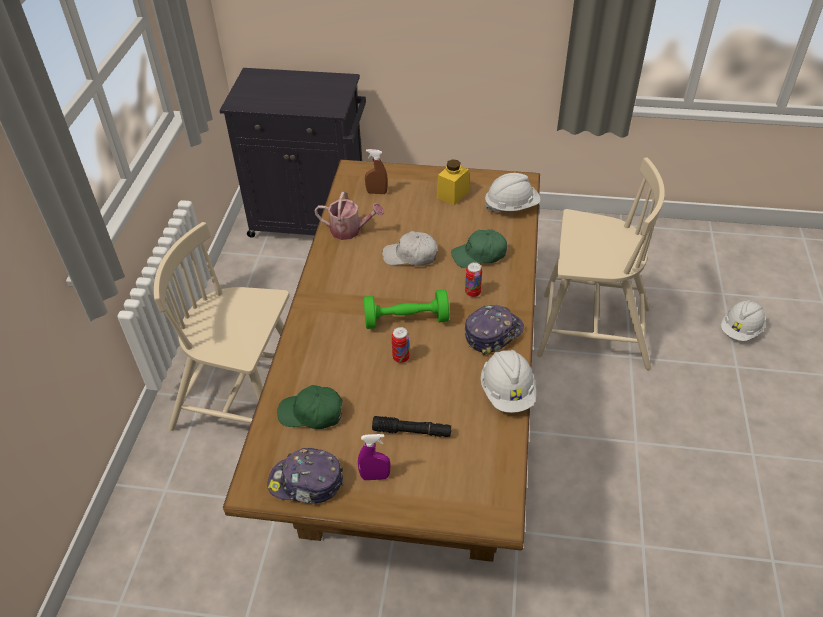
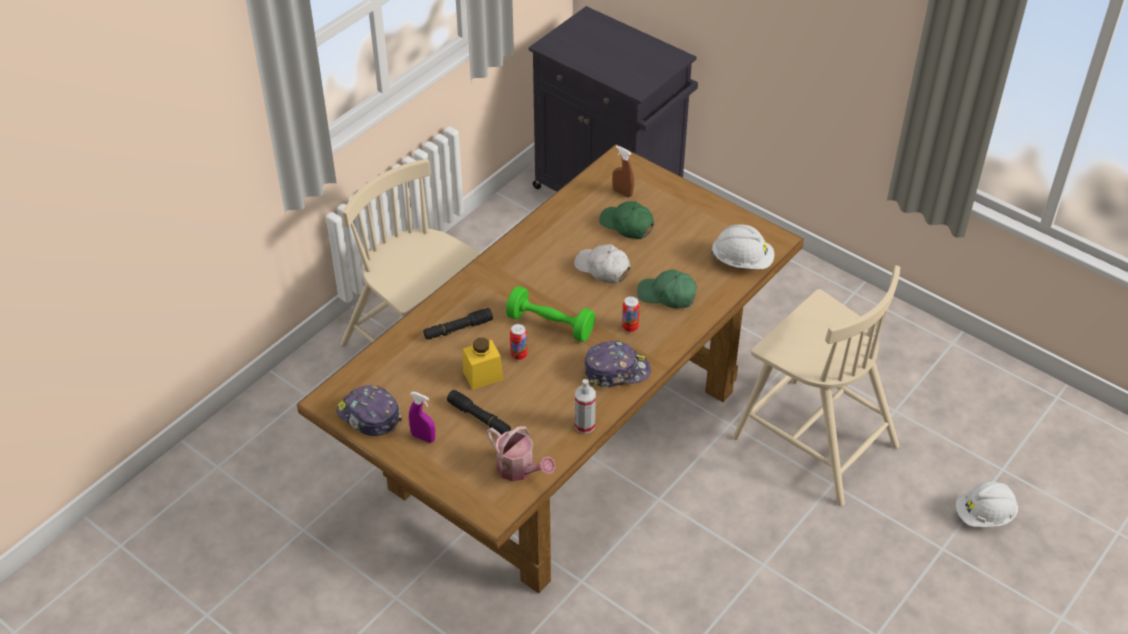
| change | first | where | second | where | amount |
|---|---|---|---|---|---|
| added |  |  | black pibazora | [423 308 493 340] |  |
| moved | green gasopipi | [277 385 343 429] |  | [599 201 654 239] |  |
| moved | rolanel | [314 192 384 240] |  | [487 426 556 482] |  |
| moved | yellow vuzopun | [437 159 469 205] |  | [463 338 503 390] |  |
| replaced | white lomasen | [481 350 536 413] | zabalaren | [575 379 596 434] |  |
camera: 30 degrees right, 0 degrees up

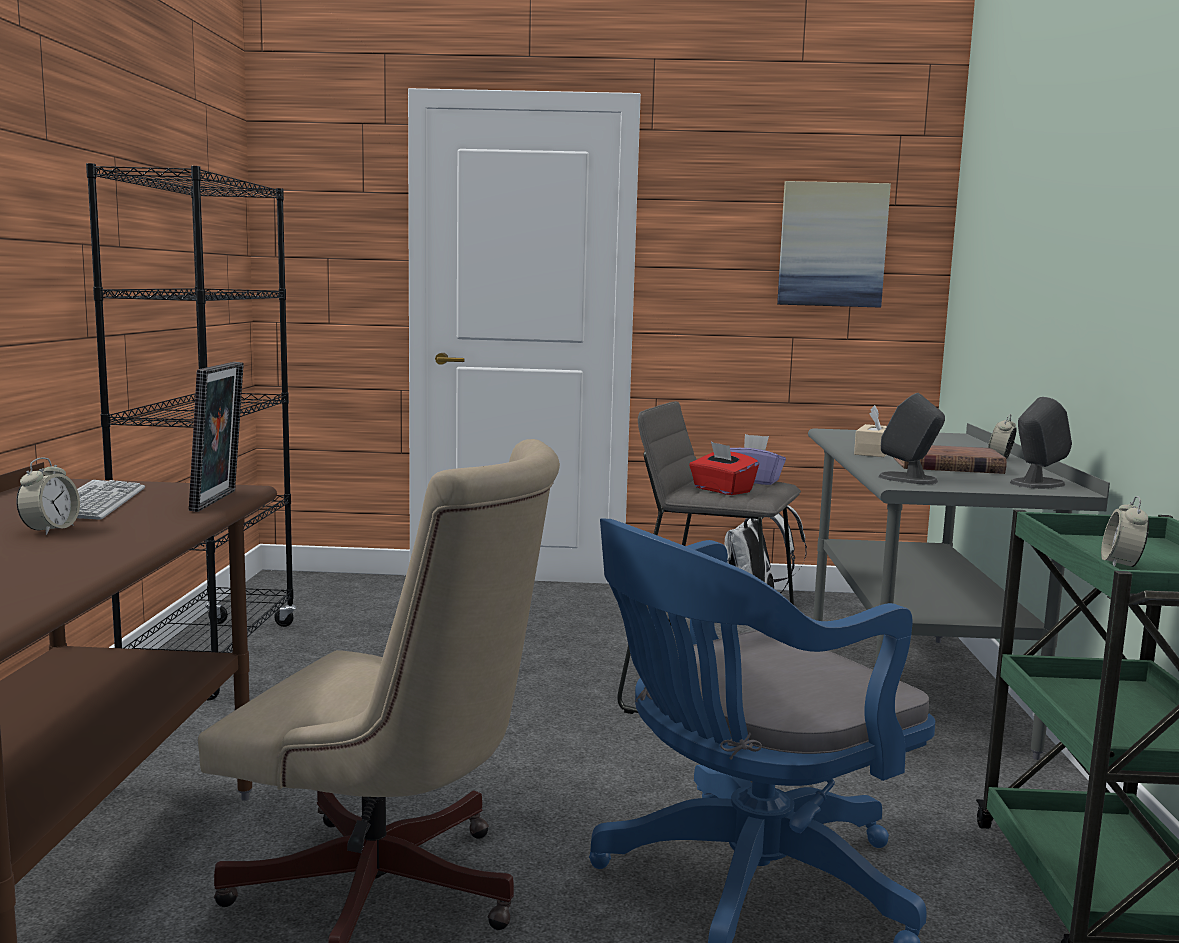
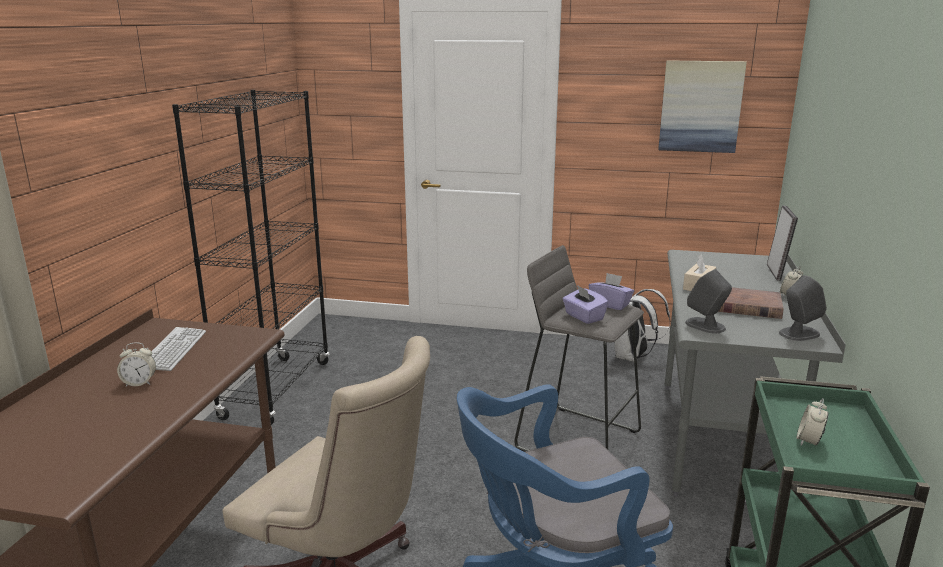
| change | first | where | second | where | amount |
|---|---|---|---|---|---|
| moved | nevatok | [189 362 244 512] |  | [767 205 798 281] |  |
| recoloured | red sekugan | [689 442 759 495] | purple sekugan | [563 285 609 324] |  |
| turned | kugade | [16 457 80 535] |  | [117 342 156 387] | 60 degrees clockwise |
camera: 10 degrees right, 10 degrees up

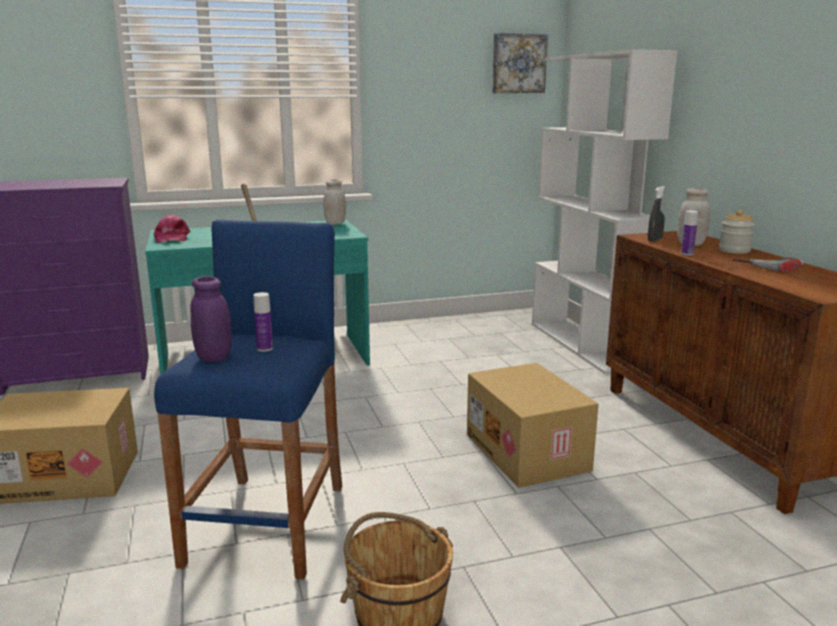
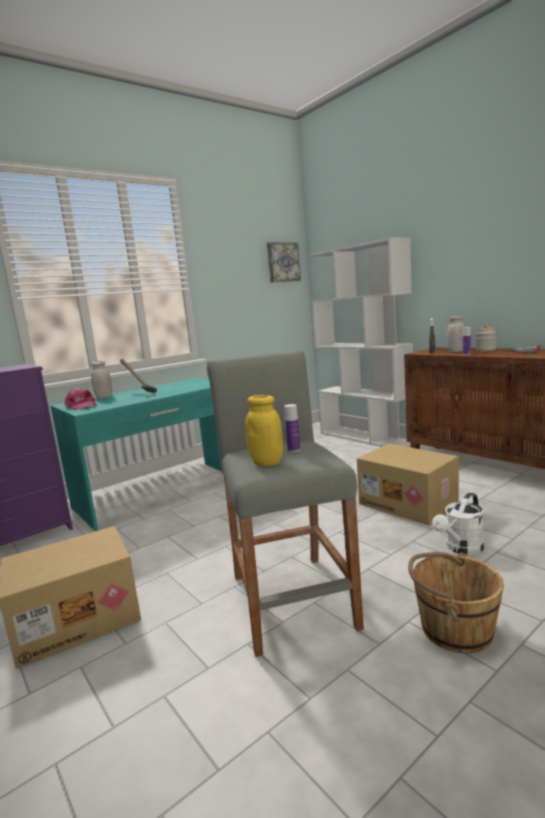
| change | first | where | second | where | amount |
|---|---|---|---|---|---|
| added |  |  | white rolanel | [432 492 484 555] |  |
| moved | white vuzopun | [324 180 346 225] |  | [91 361 112 399] |  |
| recoloured | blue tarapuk | [154 220 342 580] | grey tarapuk | [207 350 364 657] |  |
| recoloured | purple vuzopun | [191 276 232 362] | yellow vuzopun | [245 395 283 466] |  |
camera: 20 degrees left, 5 degrees down

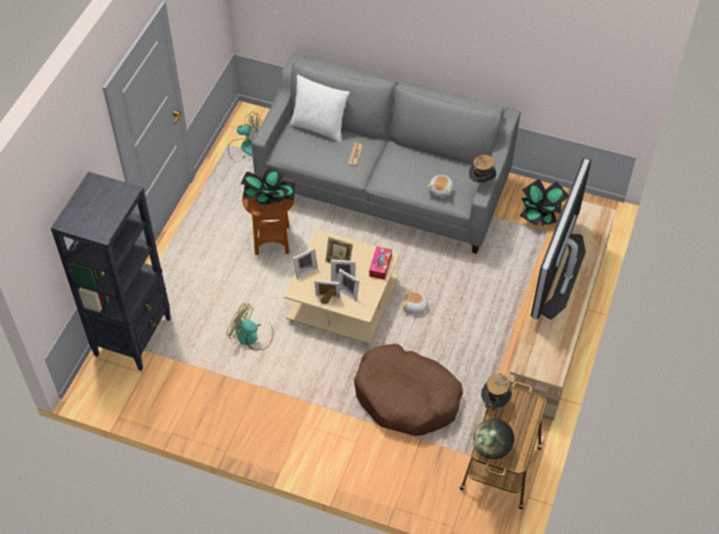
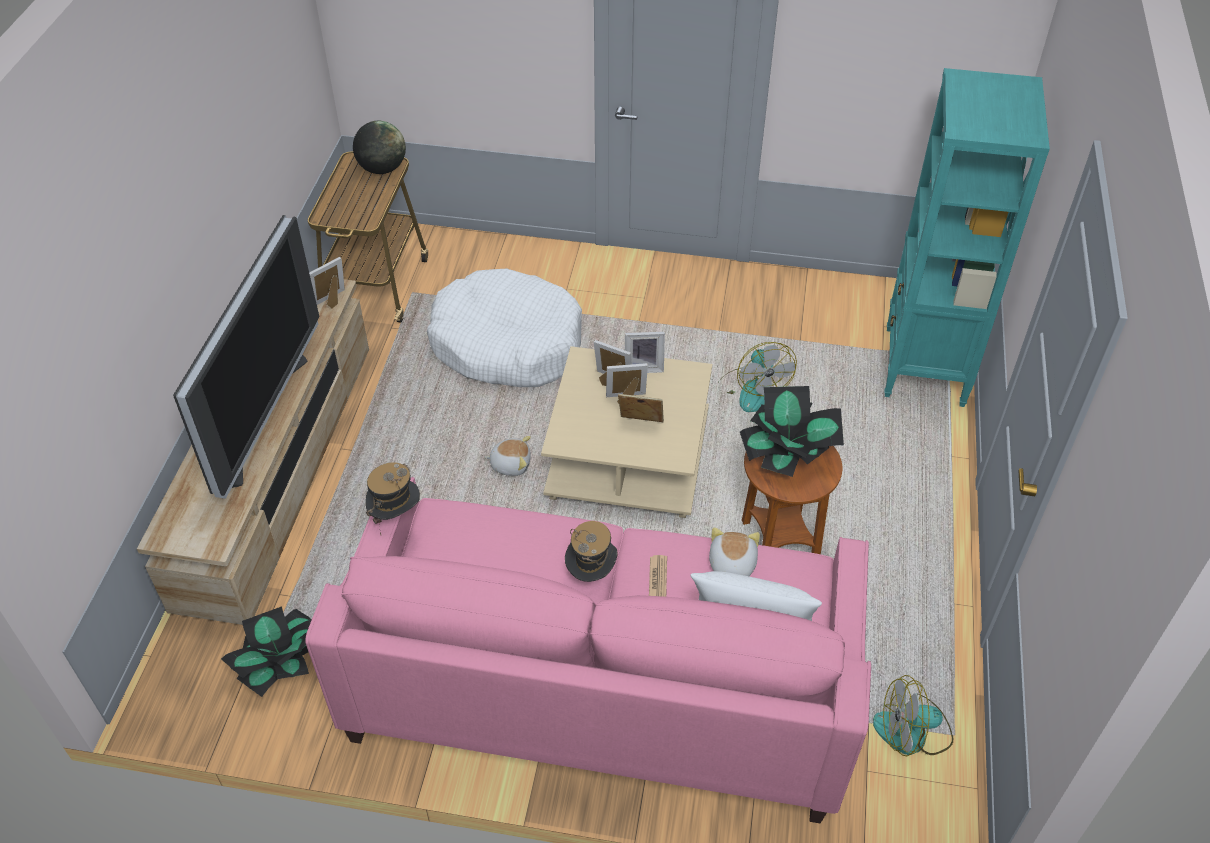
| change | first | where | second | where | amount |
|---|---|---|---|---|---|
| removed | sekugan | [369 247 392 280] |  |  |  |
| moved | nevatok | [293 248 318 279] |  | [309 257 345 308] |  |
| moved | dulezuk | [427 175 453 198] |  | [709 527 760 576] |  |
| moved | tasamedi | [481 373 512 416] |  | [565 521 618 582] |  |
| recoloured | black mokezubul | [51 172 171 371] | turquoise mokezubul | [885 68 1050 407] |  |
| recoloured | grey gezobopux | [252 53 521 254] | pink gezobopux | [305 477 871 823] |  |
| recoloured | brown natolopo | [354 344 463 436] | white natolopo | [427 268 582 387] |  |
| turned | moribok | [226 303 273 350] |  | [717 342 797 412] | 60 degrees clockwise |
camera: 170 degrees right, 5 degrees down

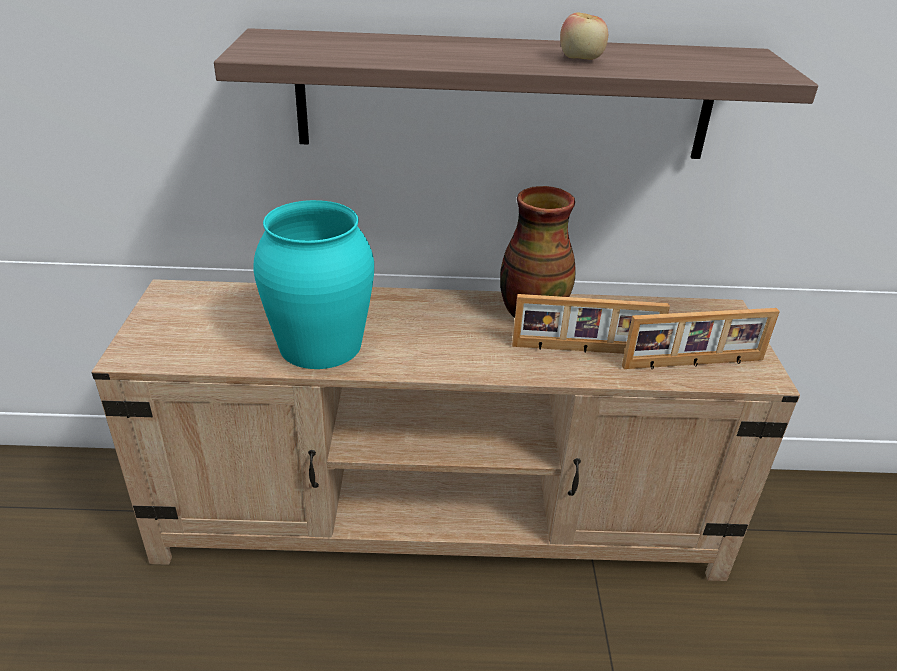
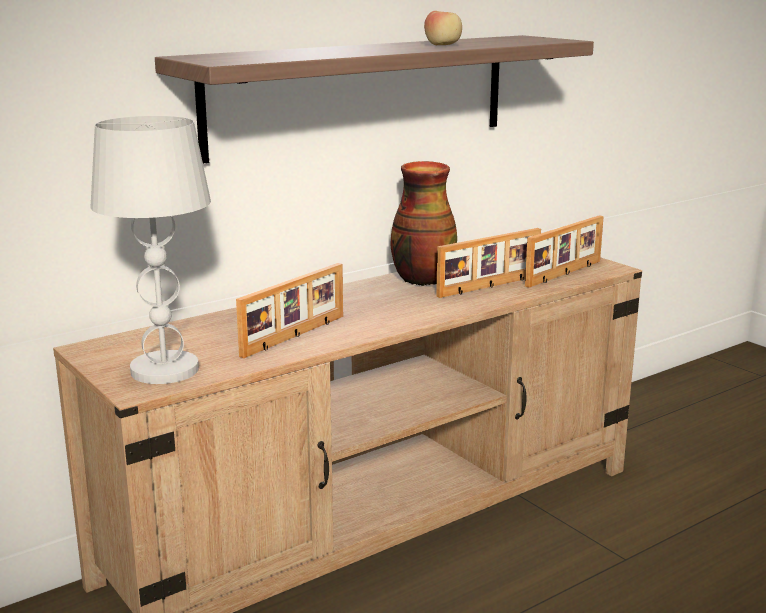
| change | first | where | second | where | amount |
|---|---|---|---|---|---|
| added |  |  | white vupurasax | [90 116 211 384] |  |
| replaced | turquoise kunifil | [253 200 374 369] | nevatok | [236 263 343 358] |  |
camera: 35 degrees left, 15 degrees down

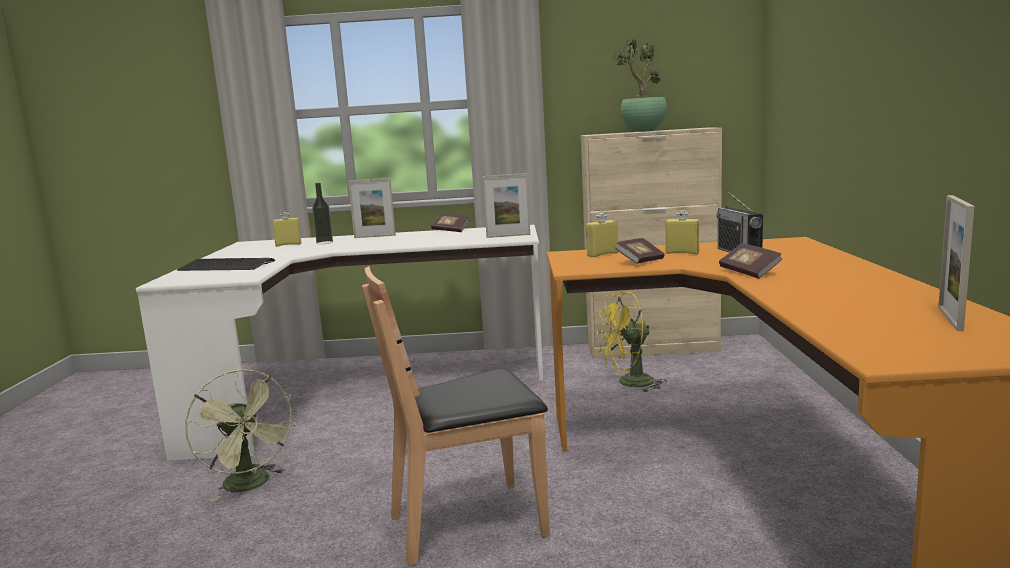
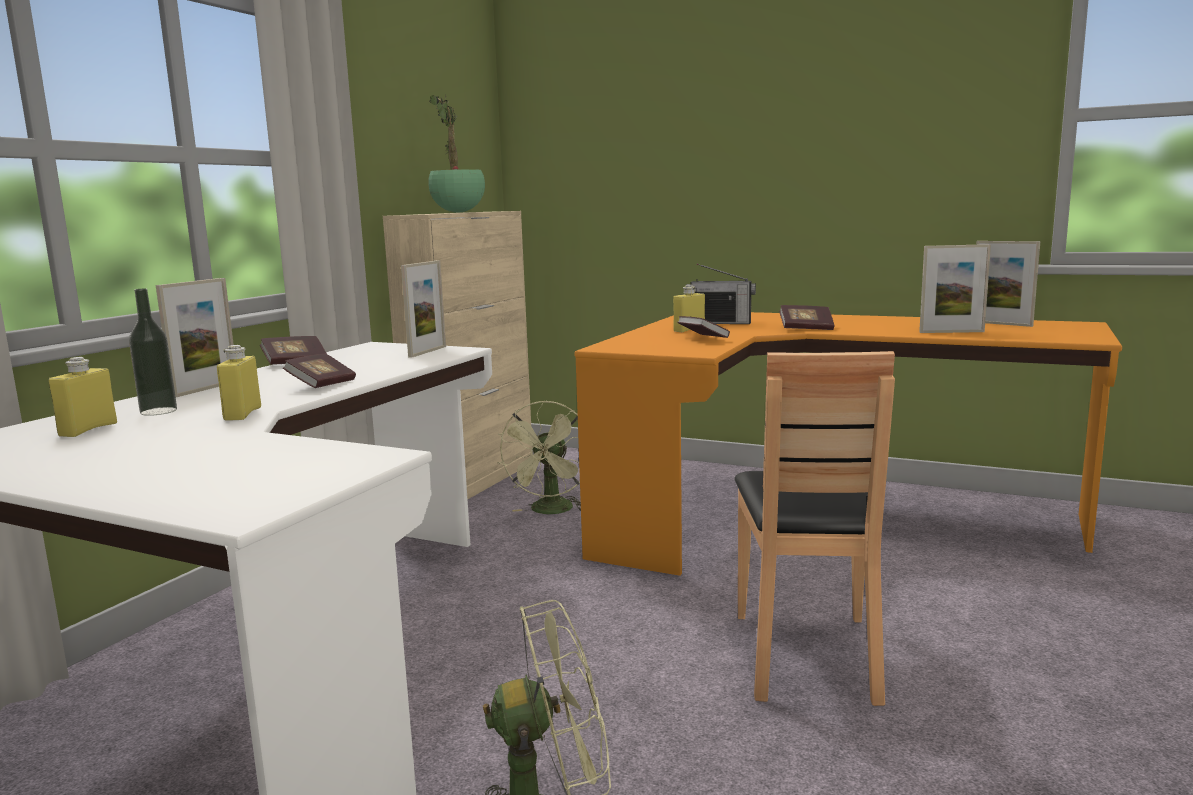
| change | first | where | second | where | amount |
|---|---|---|---|---|---|
| removed | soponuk | [177 258 275 271] |  |  |  |
| added |  |  | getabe | [283 354 356 388] |  |
| added |  |  | nevatok | [919 244 991 333] |  |
| moved | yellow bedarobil | [586 213 618 257] |  | [217 345 261 421] |  |
| recoloured | yellow moribok | [597 292 667 393] | green moribok | [497 400 581 514] |  |
camera: 65 degrees left, 0 degrees up

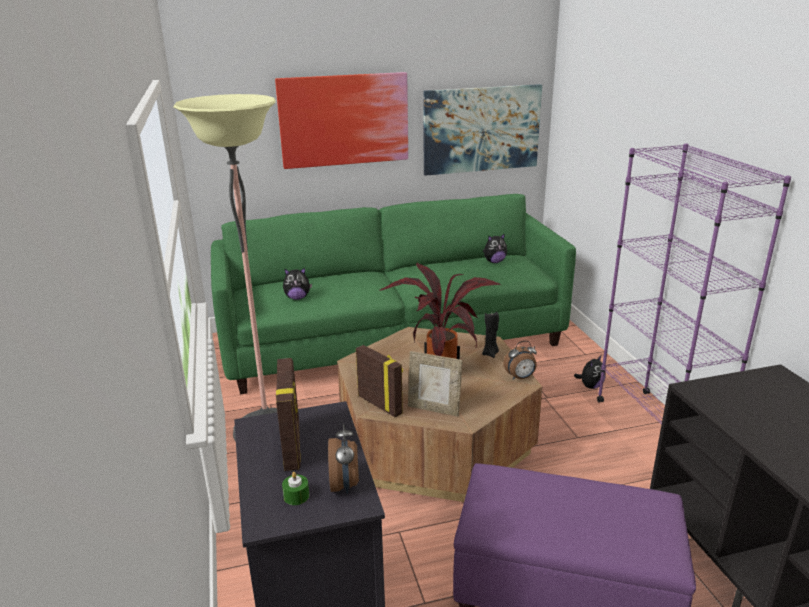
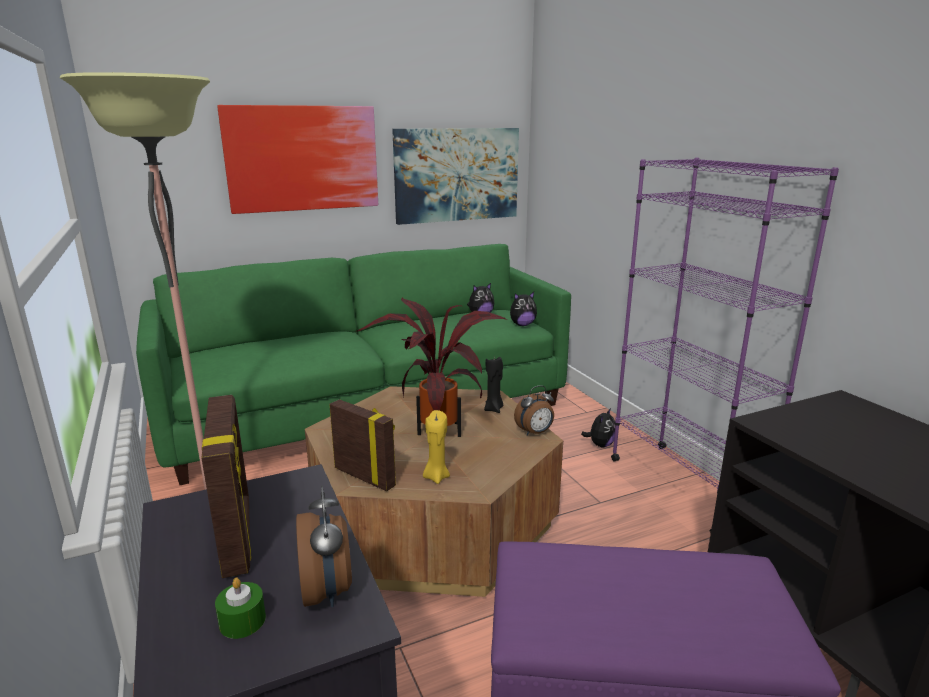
| change | first | where | second | where | amount |
|---|---|---|---|---|---|
| moved | dulezuk | [283 268 312 300] |  | [510 292 537 326] |  |
| replaced | nevatok | [408 351 463 417] | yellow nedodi | [423 410 450 484] |  |
camera: 10 degrees left, 5 degrees down

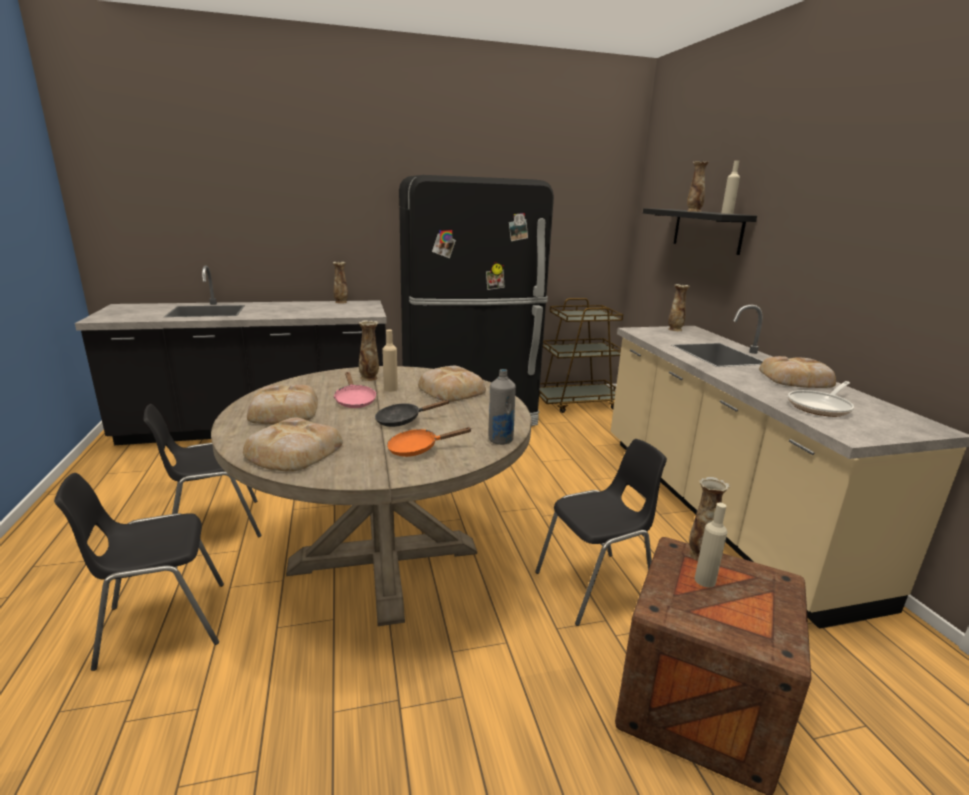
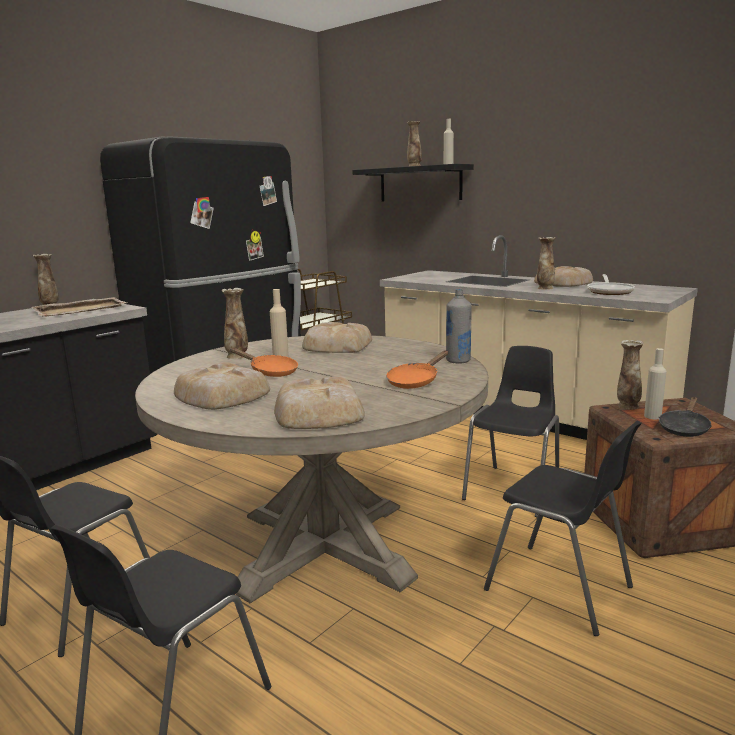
| change | first | where | second | where | amount |
|---|---|---|---|---|---|
| added |  |  | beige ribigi | [31 297 127 316] |  |
| added |  |  | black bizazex | [484 421 642 636] |  |
| moved | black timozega | [375 400 449 427] |  | [659 397 712 437] |  |
| moved | kunifil | [668 284 690 331] |  | [537 237 556 290] |  |
| recoloured | pink timozega | [334 372 377 408] | orange timozega | [230 348 298 377] |  |
camera: 35 degrees left, 5 degrees down

